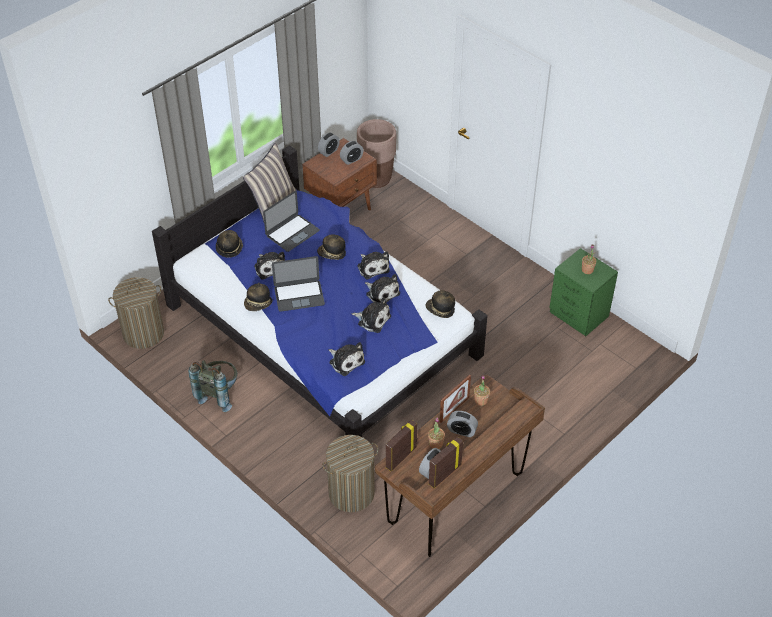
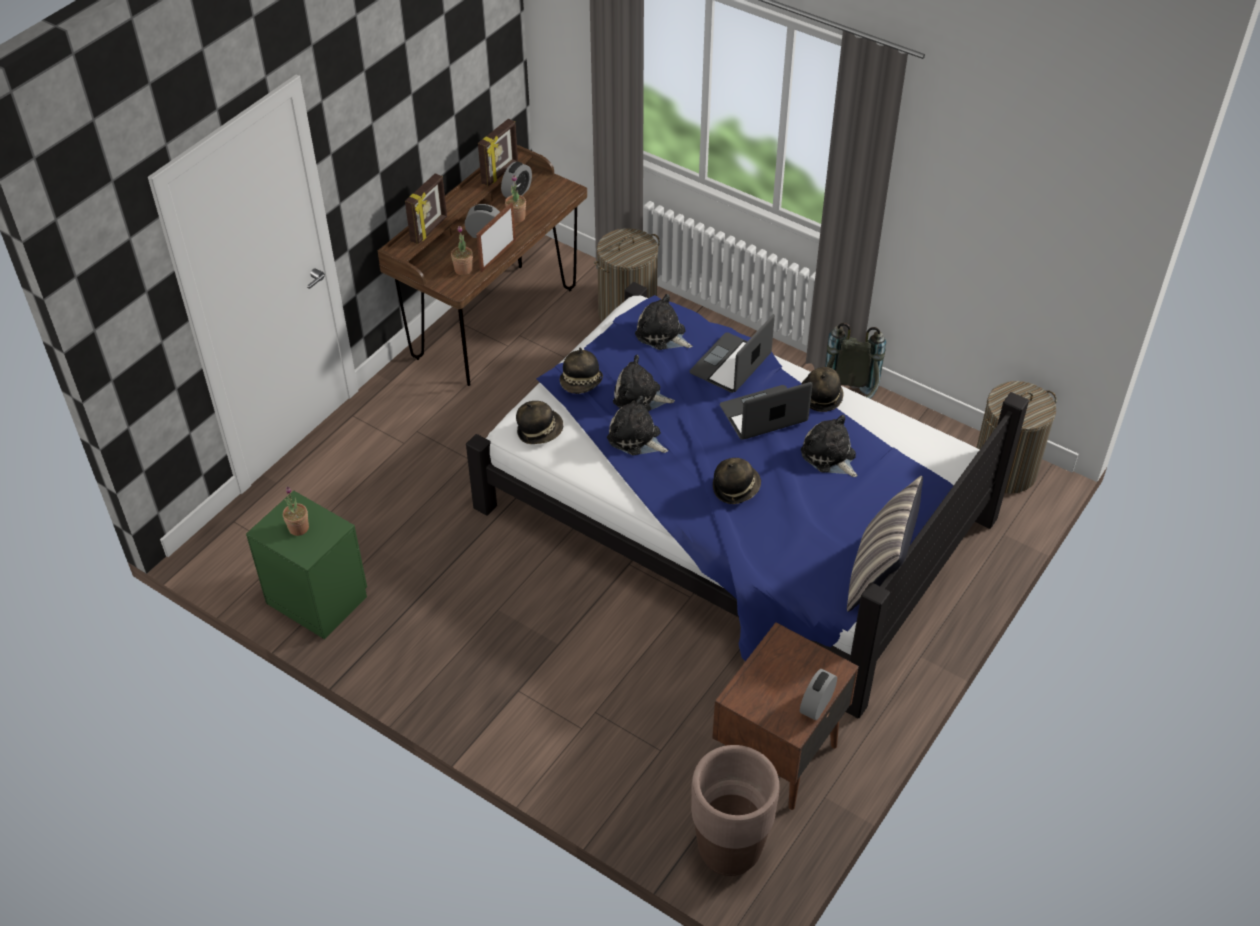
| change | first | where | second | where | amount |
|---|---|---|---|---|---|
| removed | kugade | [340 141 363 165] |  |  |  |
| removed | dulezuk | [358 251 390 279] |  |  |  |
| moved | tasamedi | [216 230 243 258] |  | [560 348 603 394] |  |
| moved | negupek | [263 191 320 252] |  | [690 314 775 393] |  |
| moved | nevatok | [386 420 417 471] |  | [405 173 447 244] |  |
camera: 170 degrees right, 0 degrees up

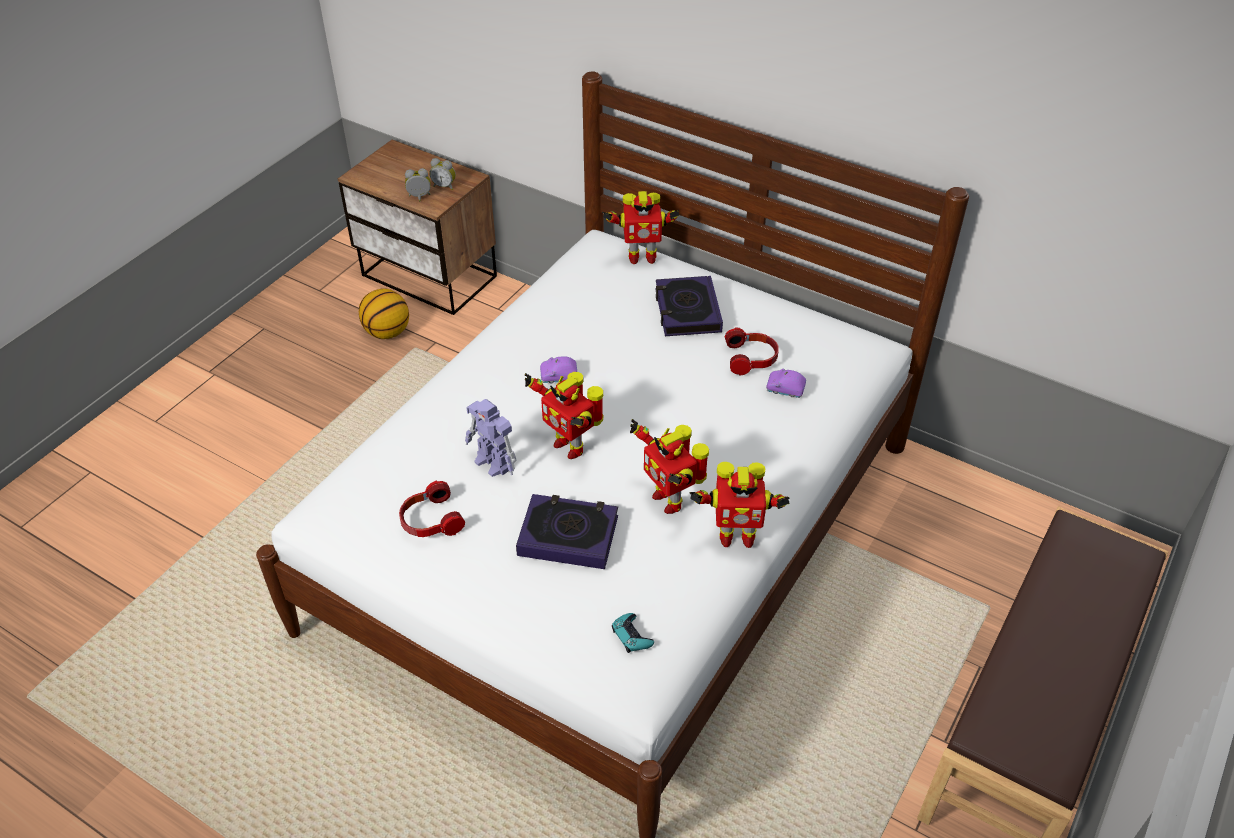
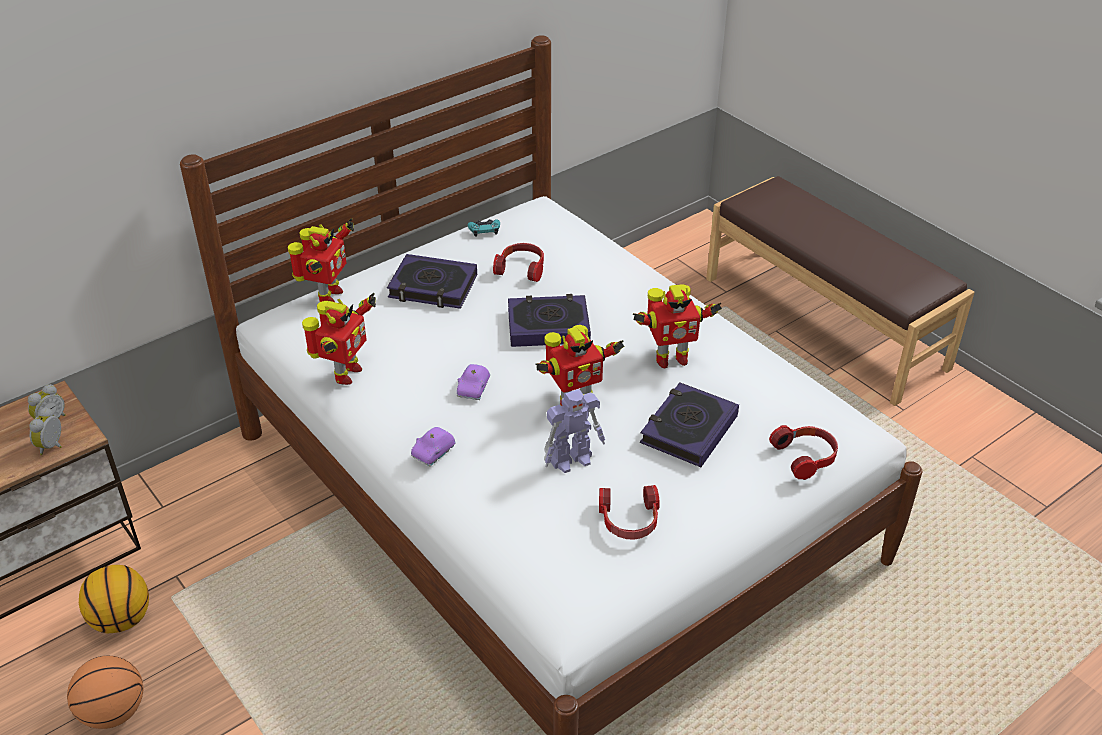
| change | first | where | second | where | amount |
|---|---|---|---|---|---|
| added |  |  | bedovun | [67 656 143 729] |  |
| added |  |  | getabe | [508 294 591 347] |  |
| added |  |  | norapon | [769 425 838 480] |  |
| moved | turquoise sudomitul | [612 613 654 653] |  | [468 219 500 237] |  |
| moved | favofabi | [689 462 790 548] |  | [302 293 376 385] |  |
| moved | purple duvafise | [766 369 806 398] |  | [411 427 456 466] |  |
camera: 70 degrees left, 5 degrees down

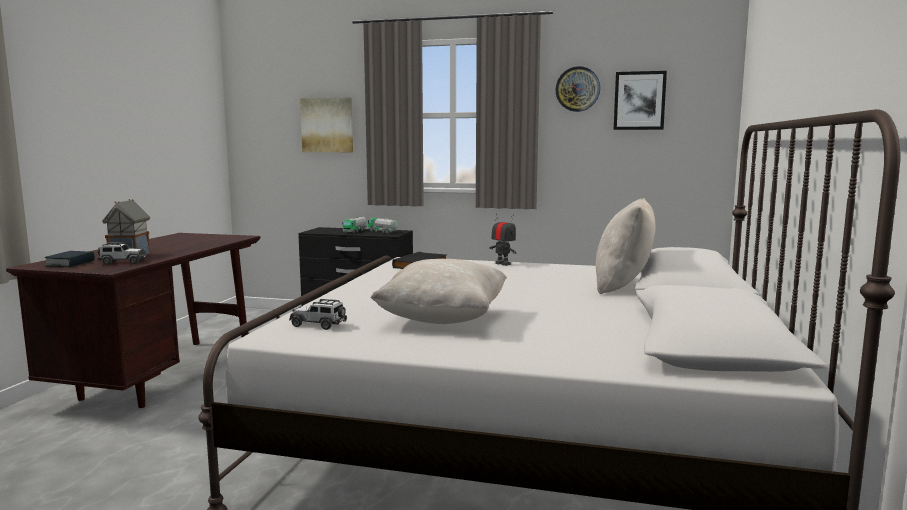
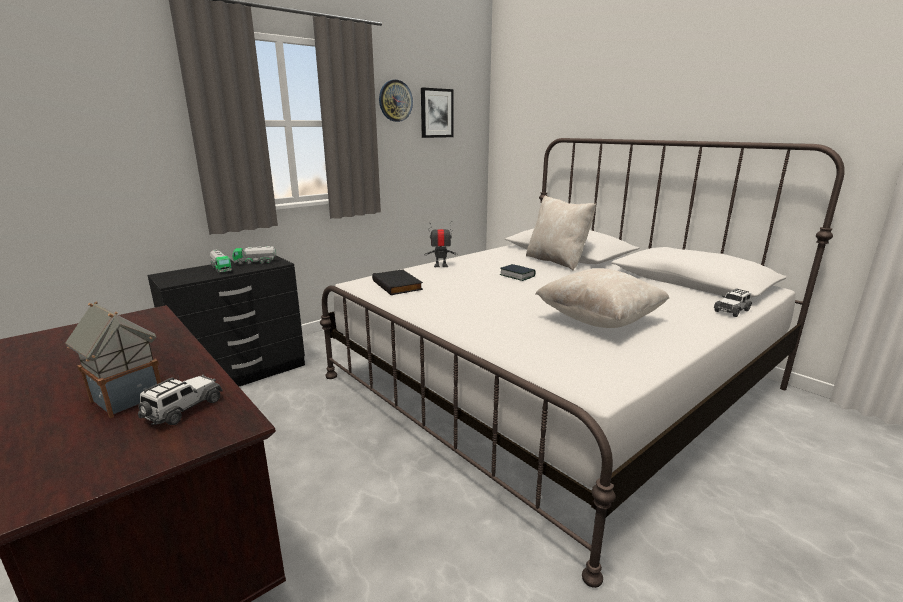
| change | first | where | second | where | amount |
|---|---|---|---|---|---|
| removed | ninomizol | [300 97 353 152] |  |  |  |
| moved | getabe | [44 251 95 267] |  | [500 264 535 281] |  |
| moved | duvafise | [289 299 347 330] |  | [713 288 752 317] |  |
camera: 55 degrees left, 10 degrees up

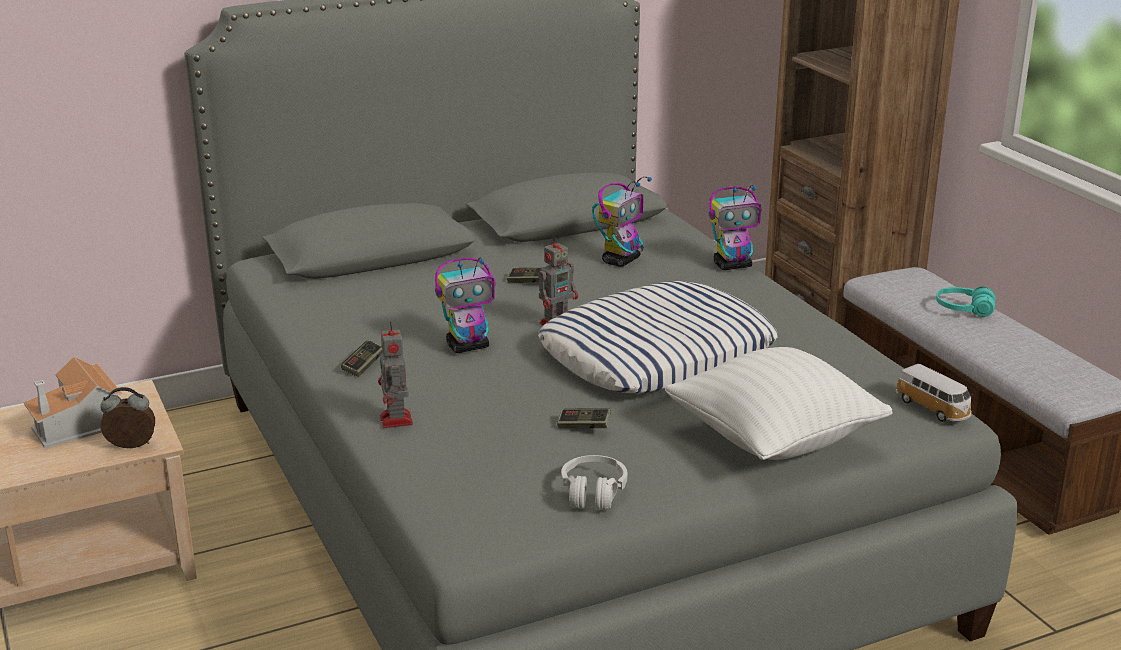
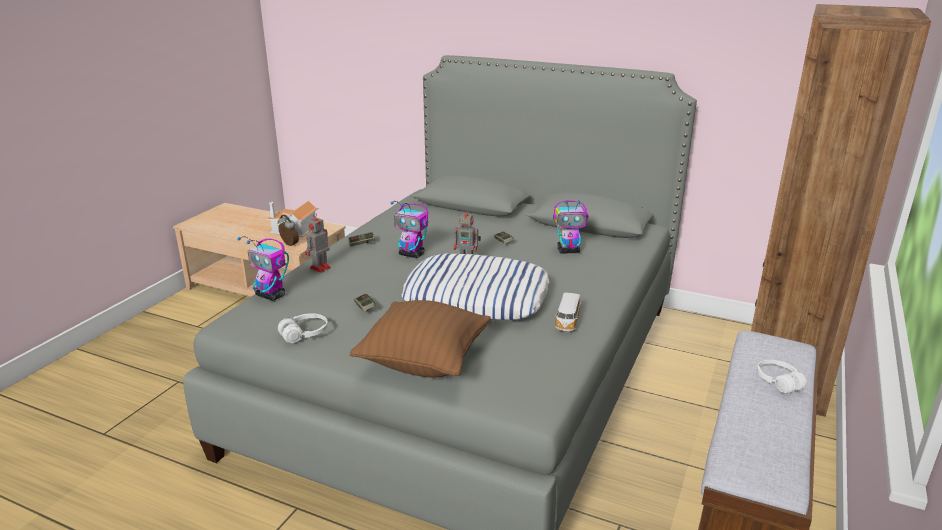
| change | first | where | second | where | amount |
|---|---|---|---|---|---|
| moved | favofabi | [709 185 761 270] |  | [237 236 289 301] |  |
| moved | duvafise | [895 364 972 422] |  | [555 292 581 331] |  |
| recoloured | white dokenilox | [664 347 892 460] | brown dokenilox | [350 300 491 377] |  |
| recoloured | turquoise norapon | [936 286 995 317] | white norapon | [757 360 807 394] |  |
camera: 50 degrees right, 0 degrees up

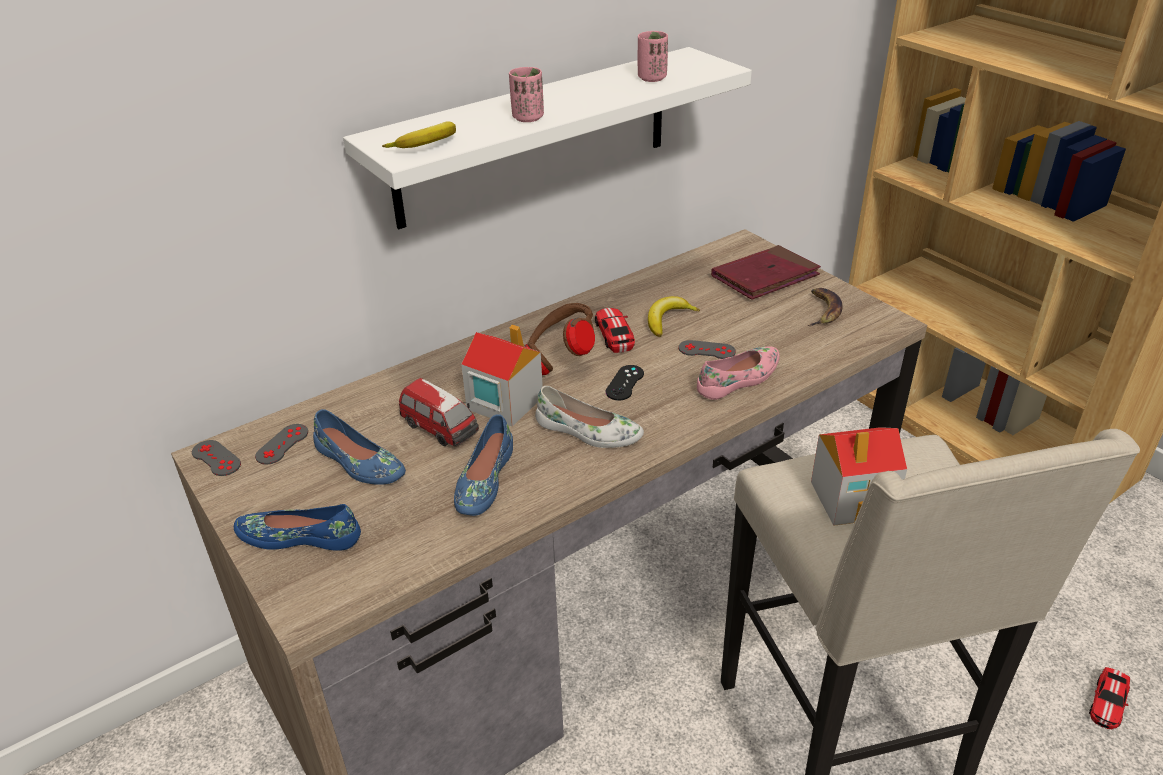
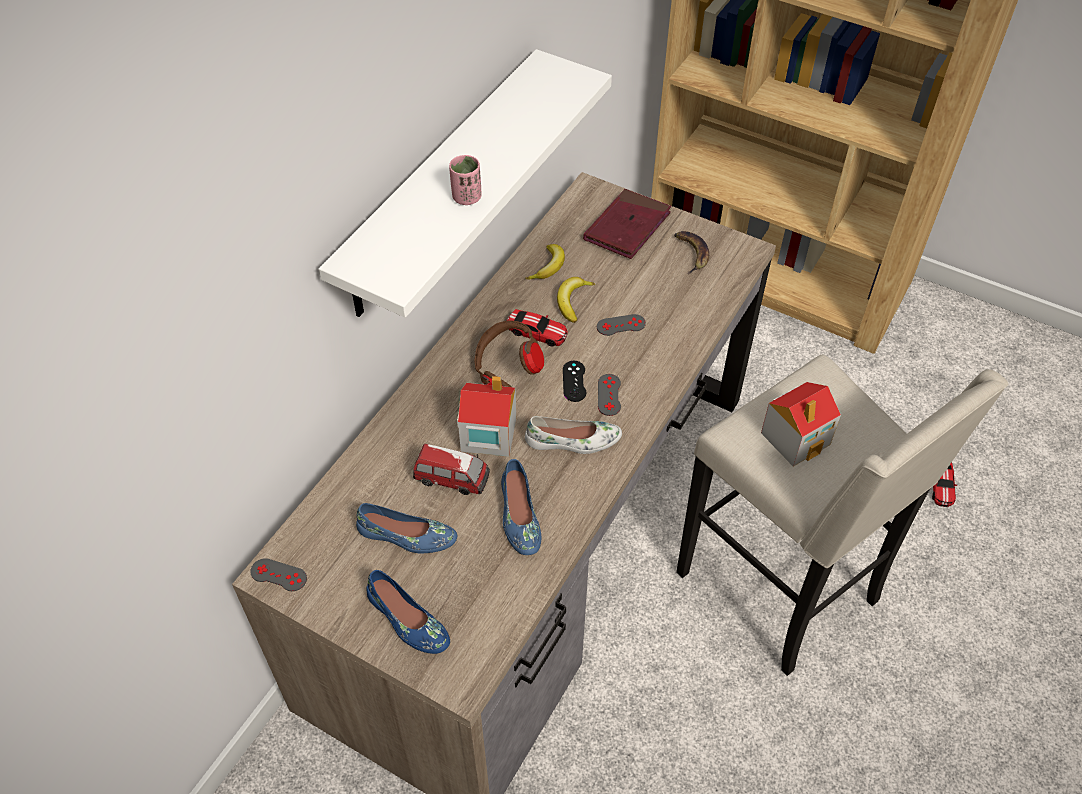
| change | first | where | second | where | amount |
|---|---|---|---|---|---|
| removed | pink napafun | [638 31 668 82] |  |  |  |
| removed | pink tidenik | [697 346 780 400] |  |  |  |
| moved | grey sudomitul | [255 424 308 465] |  | [598 374 621 416] |  |
| moved | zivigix | [382 121 456 148] |  | [525 244 565 280] |  |
| turned | blue tidenik | [234 504 361 551] |  | [367 570 450 654] | 120 degrees counterclockwise |
| turned | duvafise | [595 308 635 353] |  | [507 309 568 346] | 150 degrees clockwise |
camera: 25 degrees left, 15 degrees up

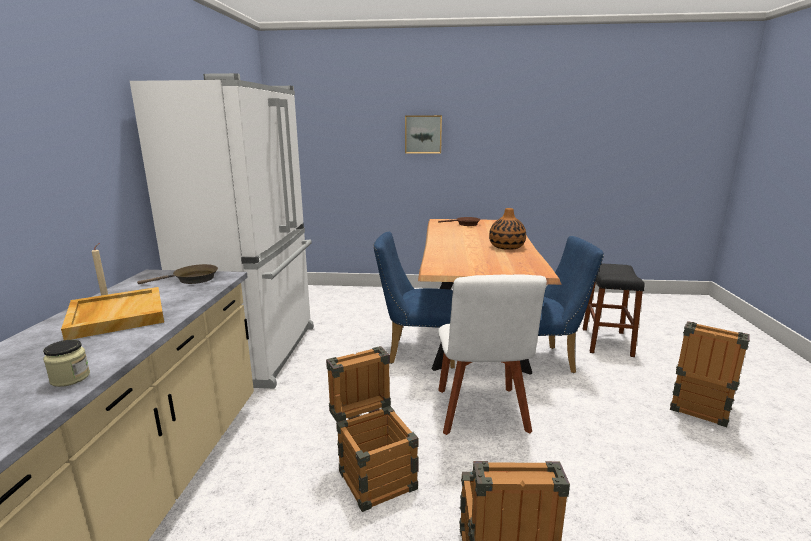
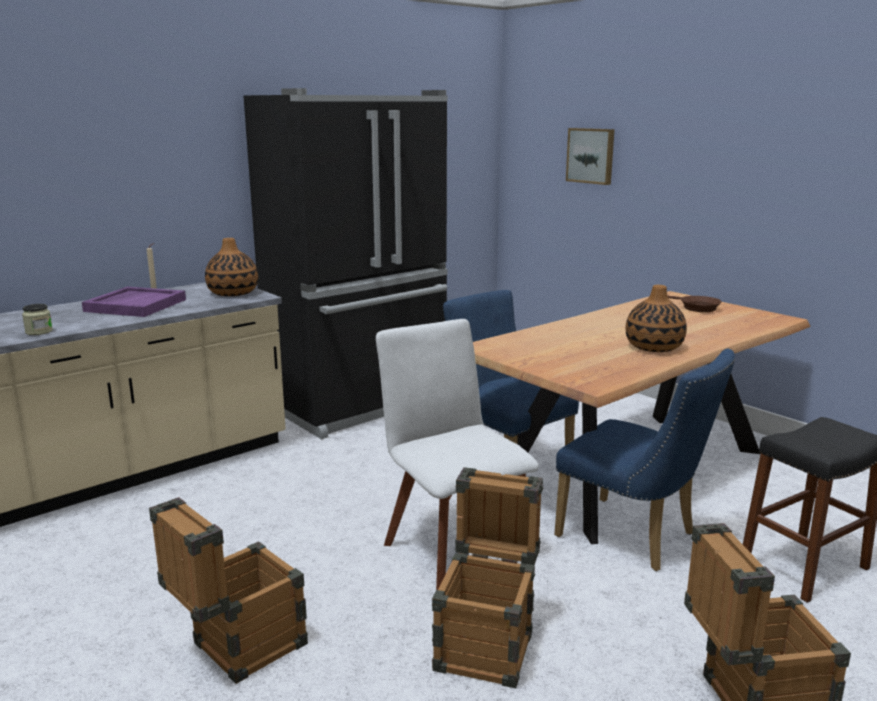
| change | first | where | second | where | amount |
|---|---|---|---|---|---|
| moved | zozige | [326 346 419 512] |  | [432 467 543 688] |  |
| moved | ninomizol | [405 115 442 154] |  | [566 128 614 185] |  |
| replaced | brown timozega | [137 264 218 284] | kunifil | [205 238 258 296] |  |
| recoloured | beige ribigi | [61 287 164 340] | purple ribigi | [82 287 186 317] |  |
| recoloured | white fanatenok | [130 73 314 389] | black fanatenok | [243 88 448 439] |  |
| turned | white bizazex | [438 275 547 435] |  | [376 319 539 590] | 105 degrees clockwise |
camera: 45 degrees right, 0 degrees up

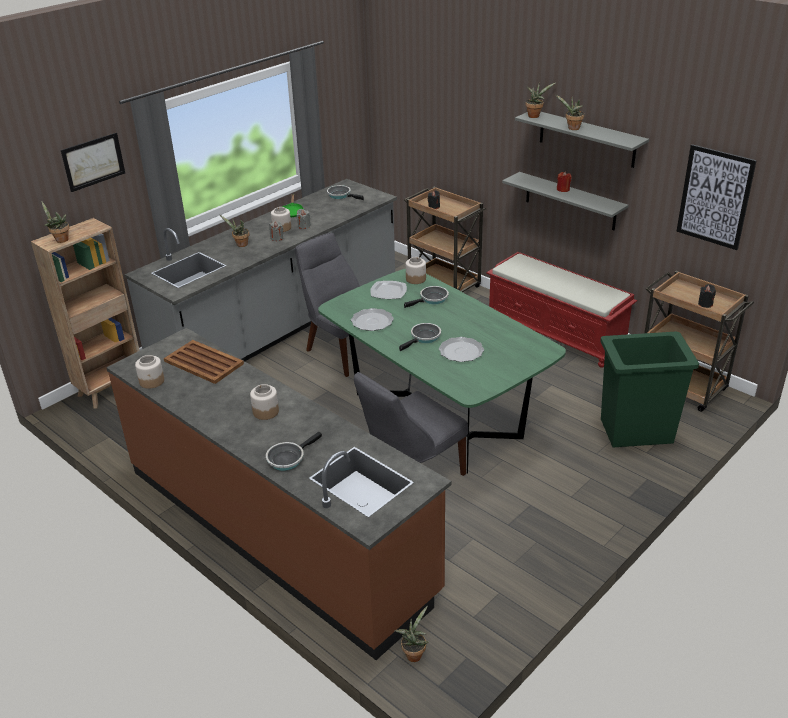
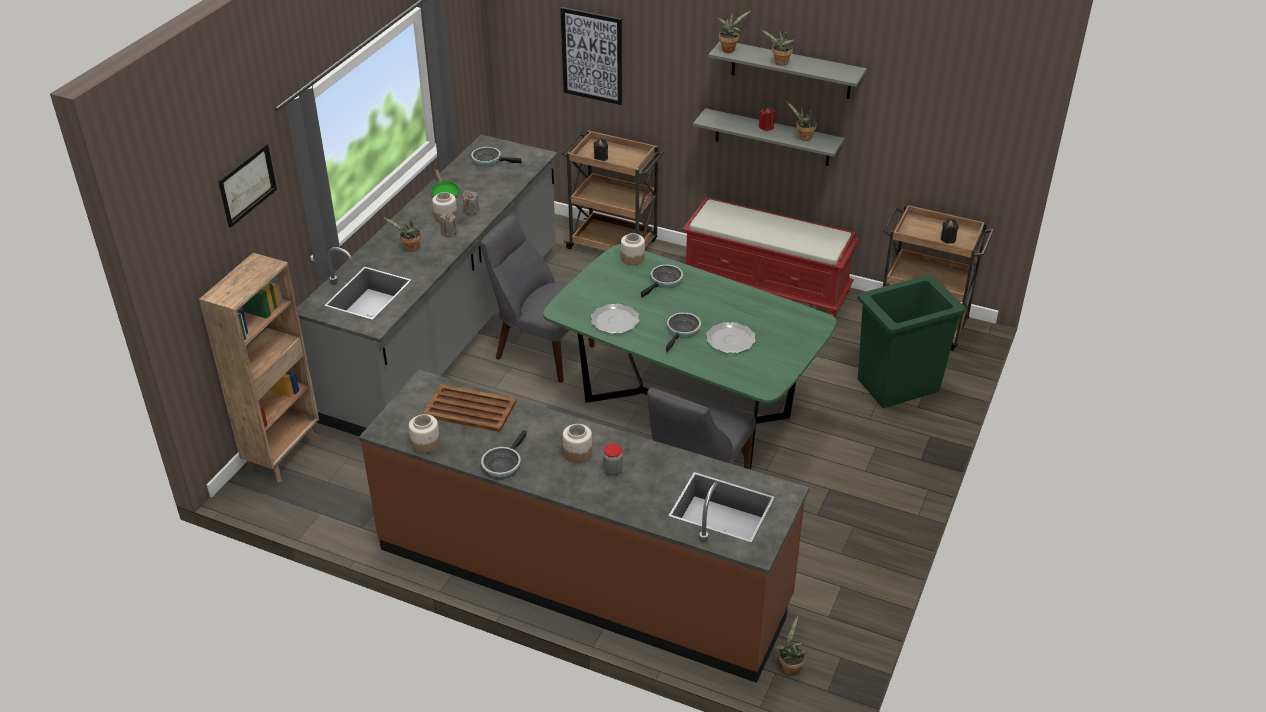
| change | first | where | second | where | amount |
|---|---|---|---|---|---|
| removed | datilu | [370 281 407 299] |  |  |  |
| added |  |  | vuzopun | [603 444 623 475] |  |
| moved | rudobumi | [41 201 69 243] |  | [786 101 817 141] |  |
| moved | timozega | [266 432 322 471] |  | [481 430 527 478] |  |
| moved | ninomizol | [677 144 757 250] |  | [561 7 622 105] |  |
camera: 20 degrees left, 5 degrees up

